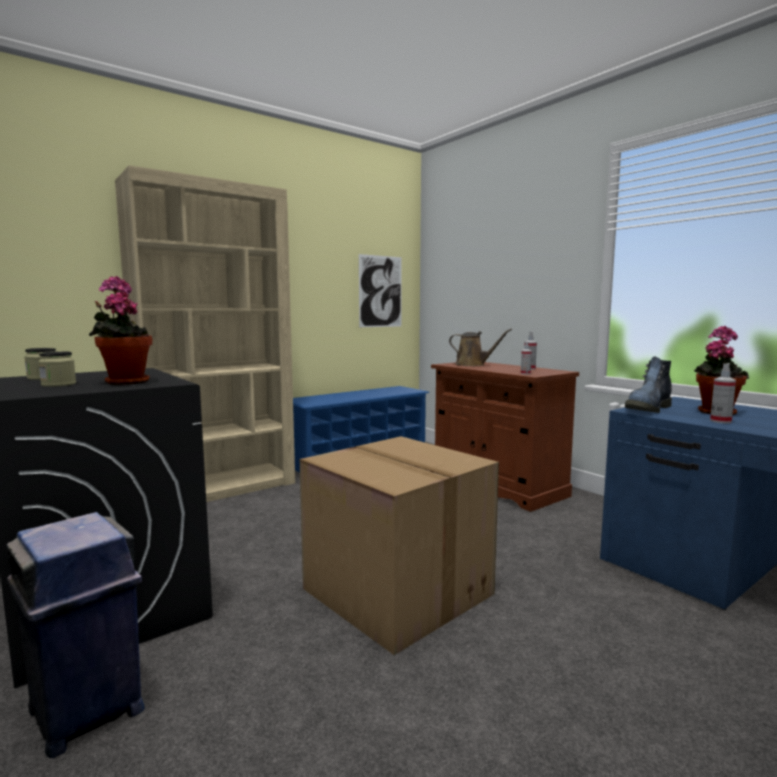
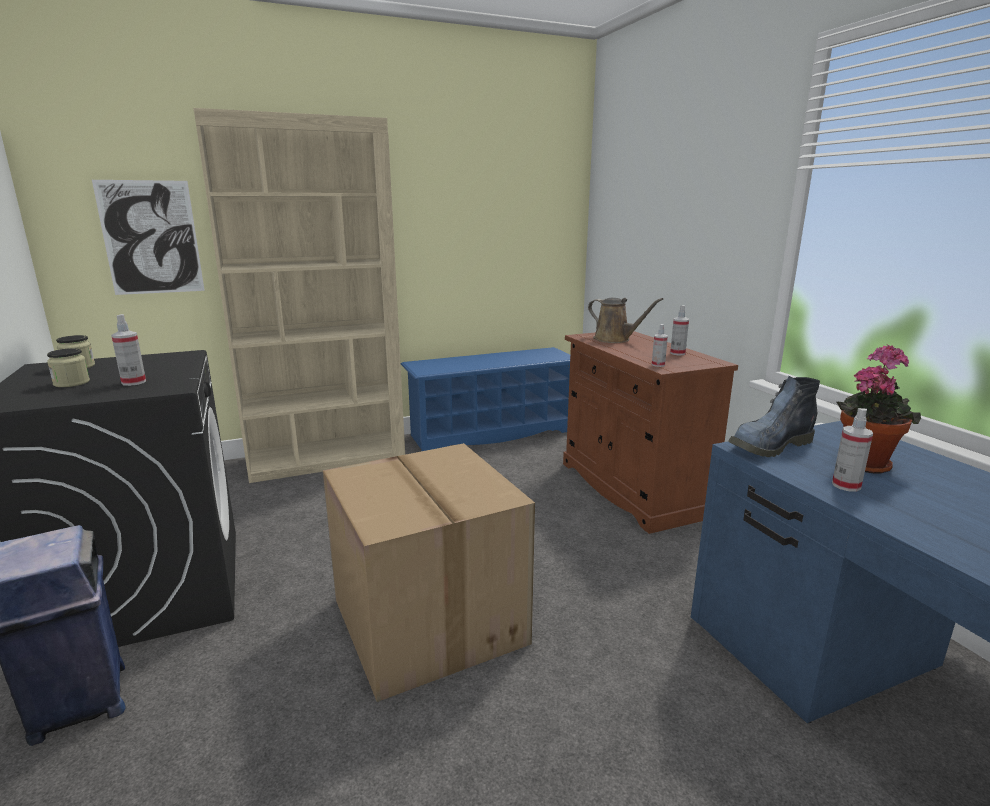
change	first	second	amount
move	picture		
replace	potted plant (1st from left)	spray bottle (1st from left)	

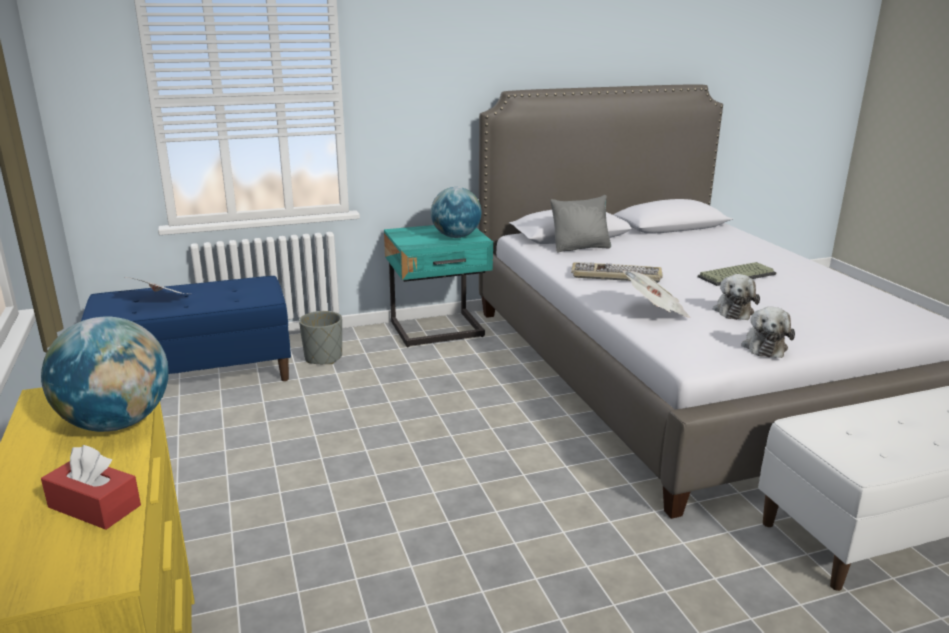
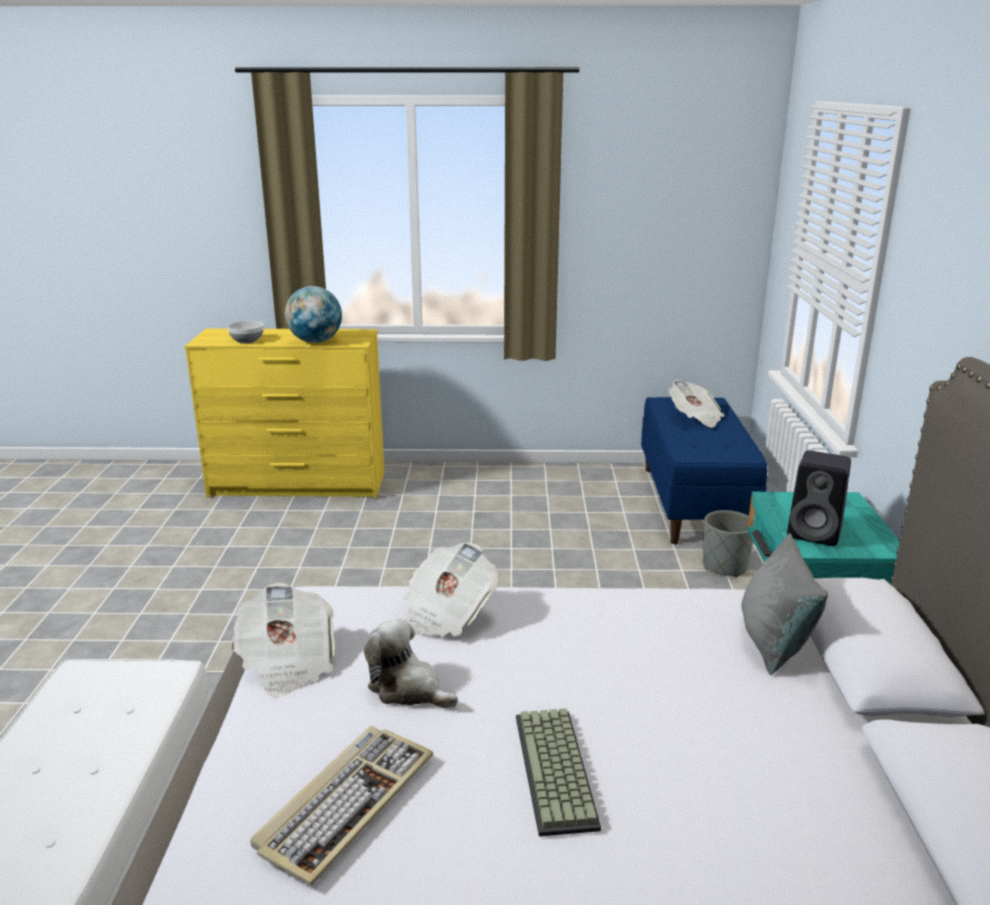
change	first	second	amount
move	keyboard (1st from left)		
replace	red tissue box	bowl	
replace	globe (2nd from left)	black speaker	
replace	plush toy (2nd from left)	newspaper (1st from left)	

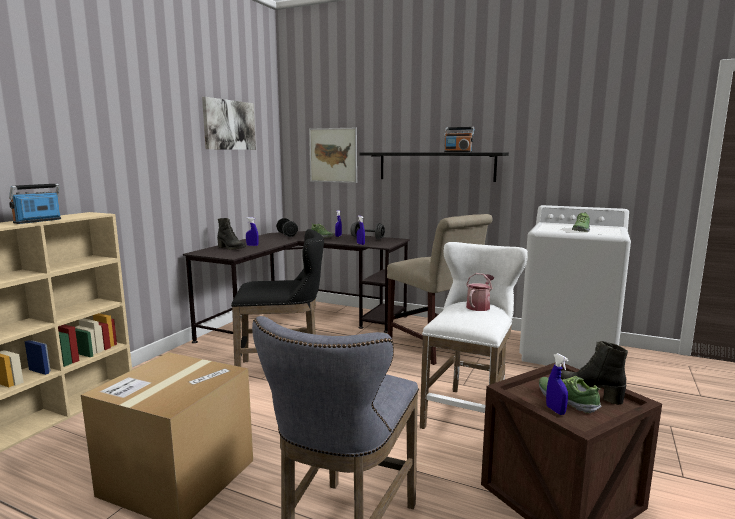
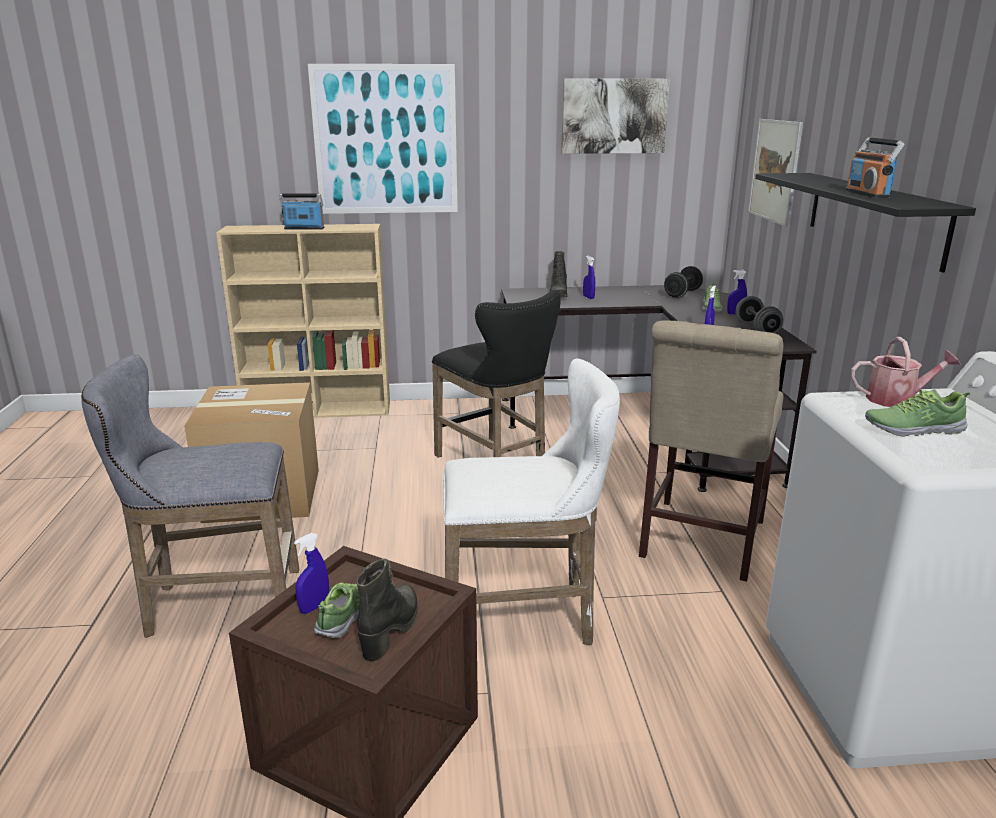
change	first	second	amount
insert		picture (1st from left)	
move	watering can		

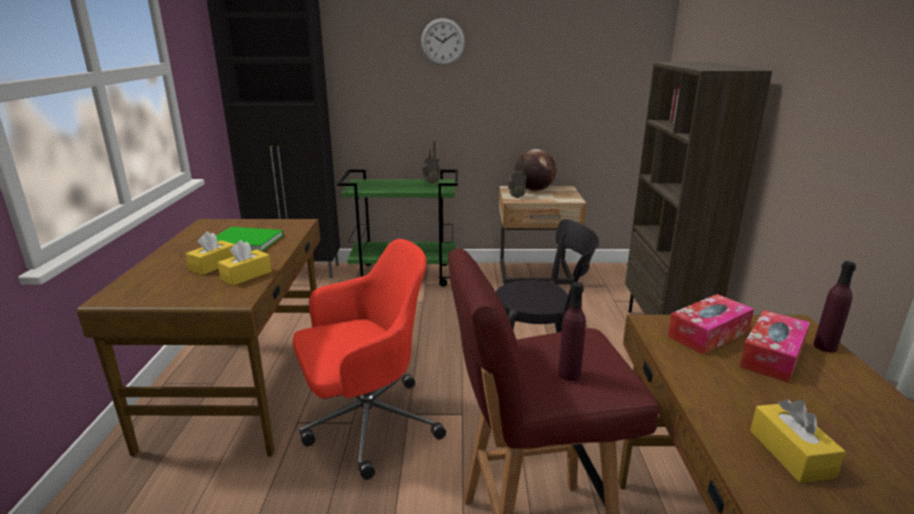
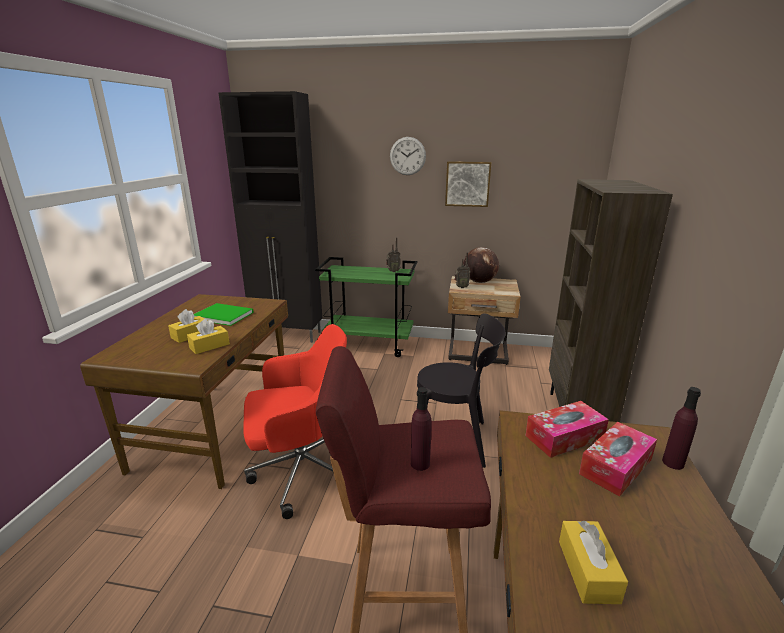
change	first	second	amount
insert		picture	

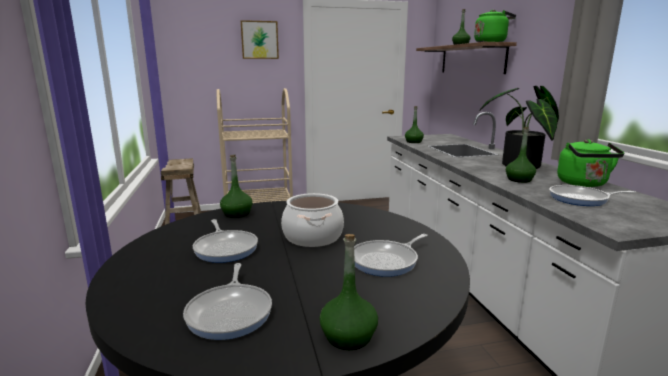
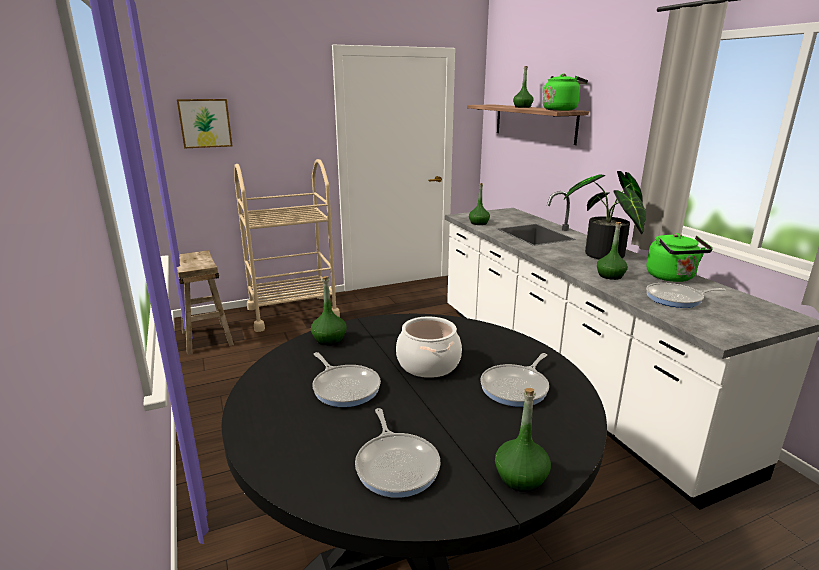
change	first	second	amount
move	picture		

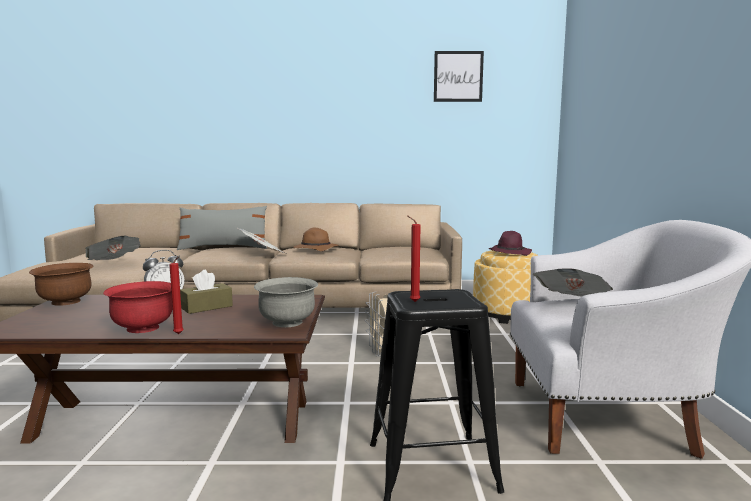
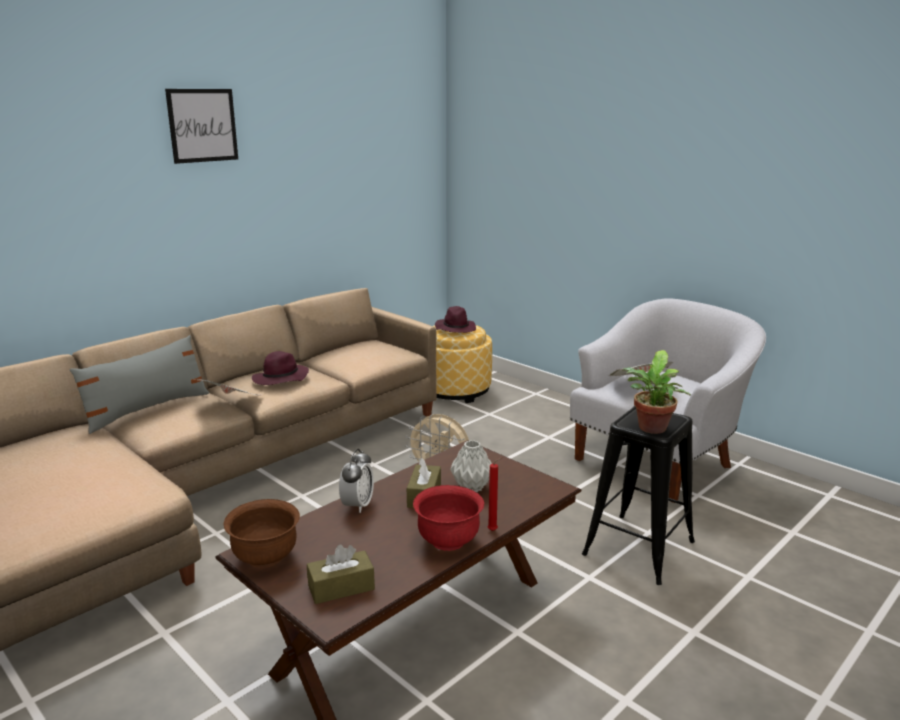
change	first	second	amount
delete	newspaper (1st from left)		
delete	grey bowl		
insert		brown tissue box (1st from left)	
insert		grey vase	
move	picture		
replace	red candle (2nd from left)	potted plant	
recolor	brown hat	purple hat (1st from left)	

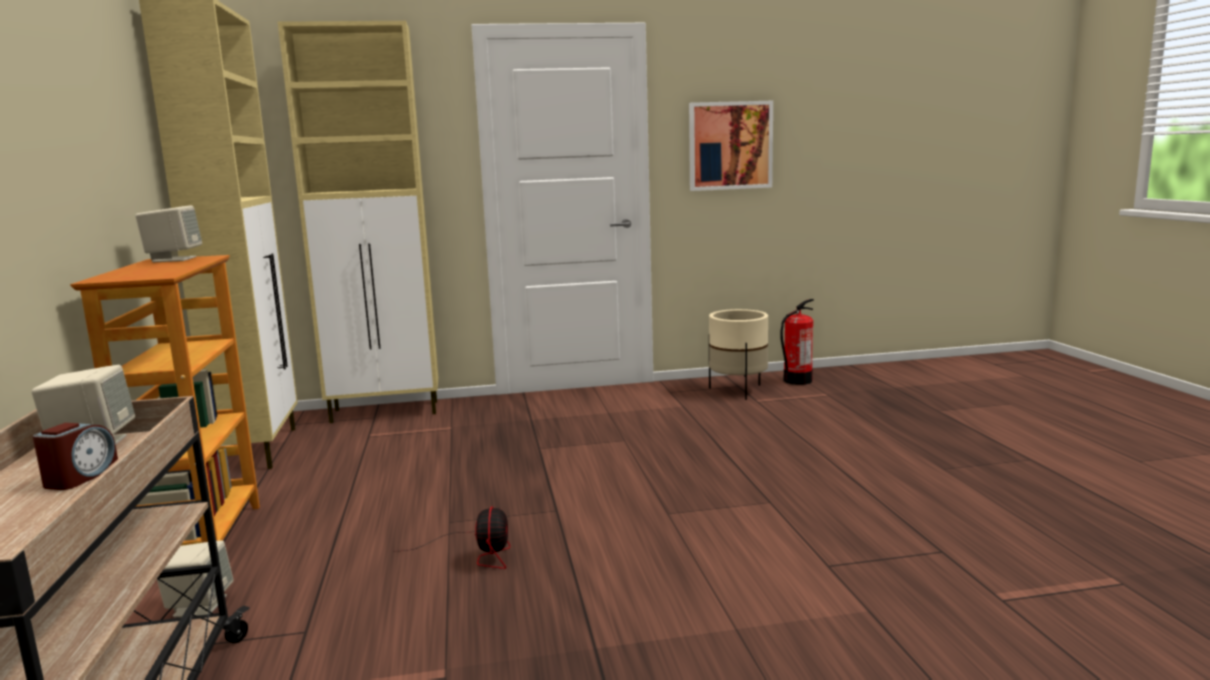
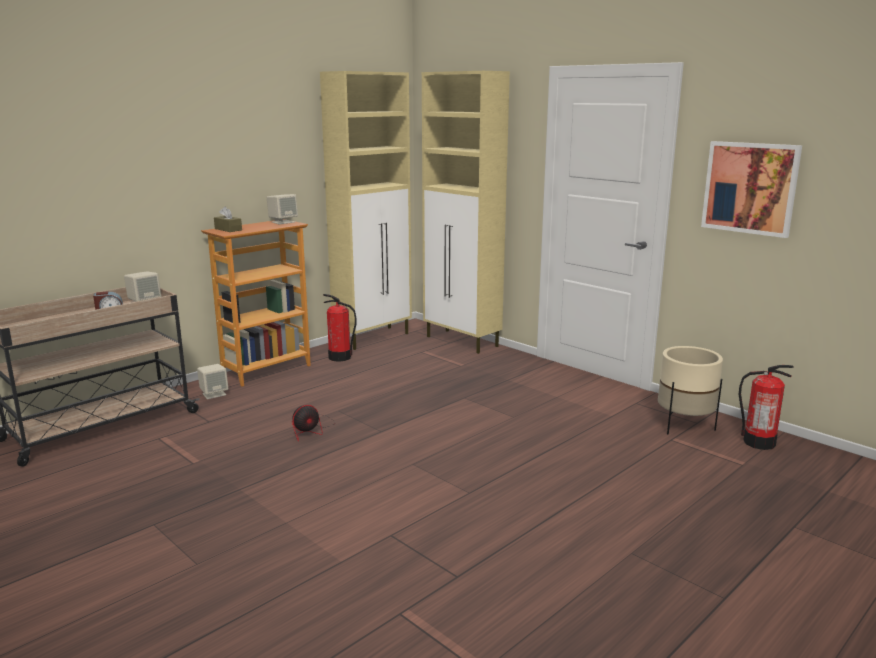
change	first	second	amount
insert		brown tissue box	
insert		fire extinguisher (1st from left)	

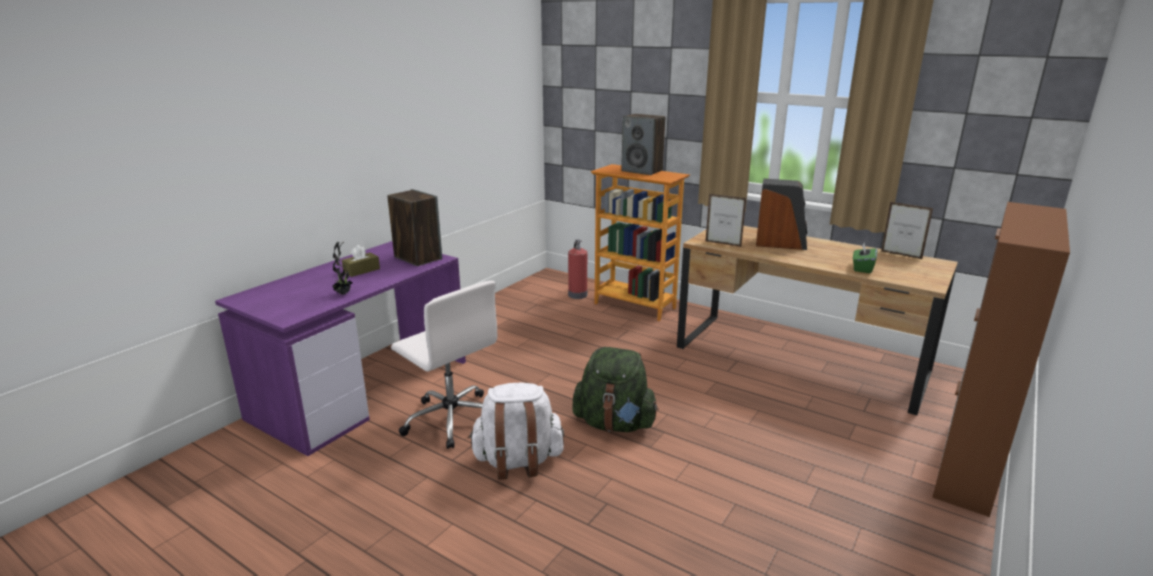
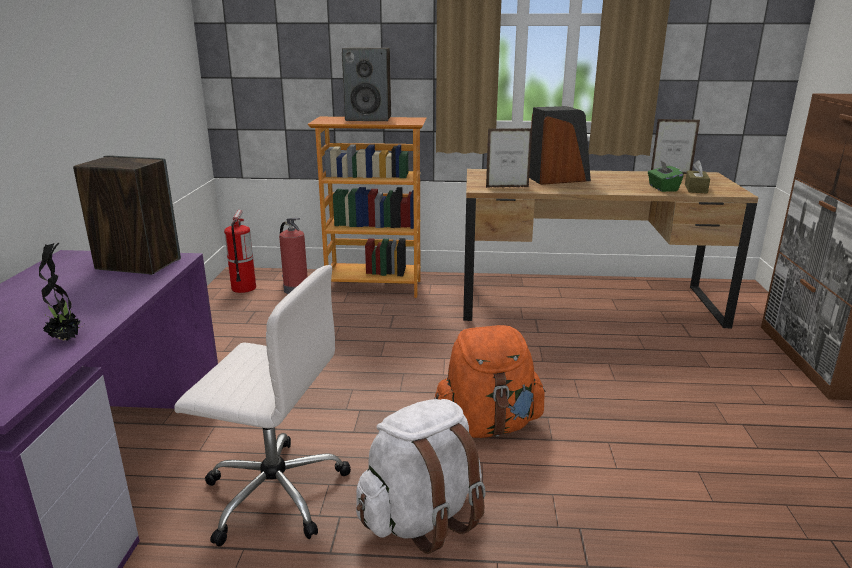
change	first	second	amount
insert		fire extinguisher (1st from left)	
move	brown tissue box		
recolor	green backpack	orange backpack	

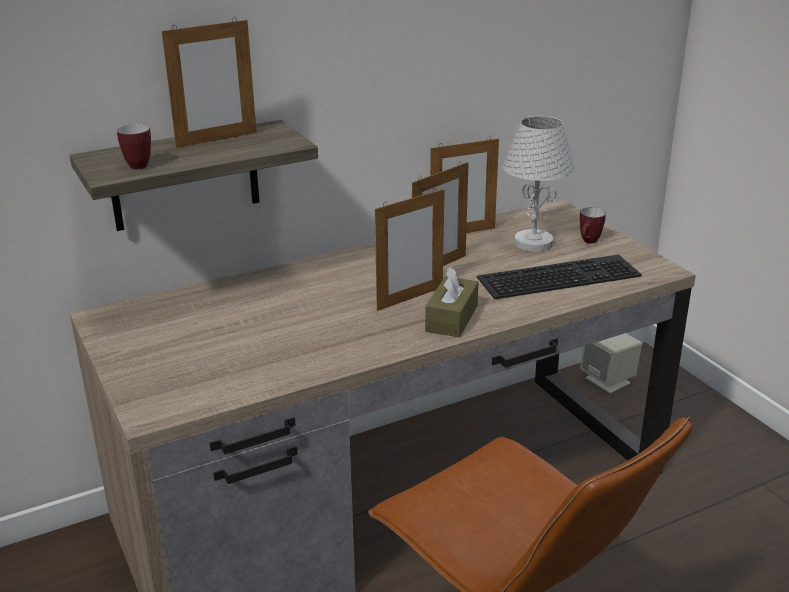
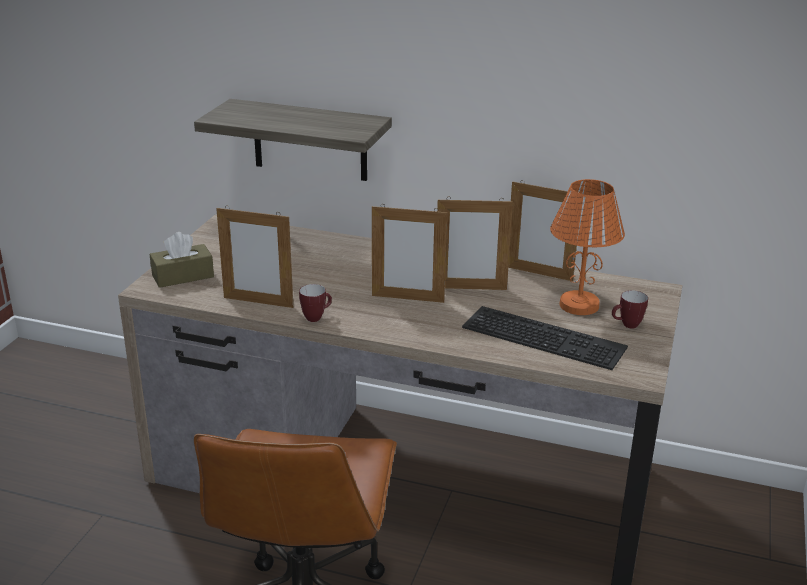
change	first	second	amount
delete	beige speaker		
move	mug (1st from left)		
move	picture frame (1st from left)		
move	brown tissue box		
recolor	white table lamp	orange table lamp	

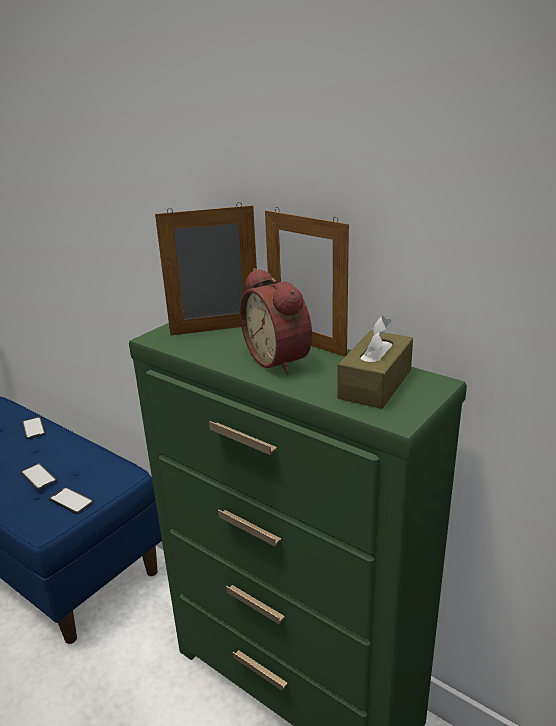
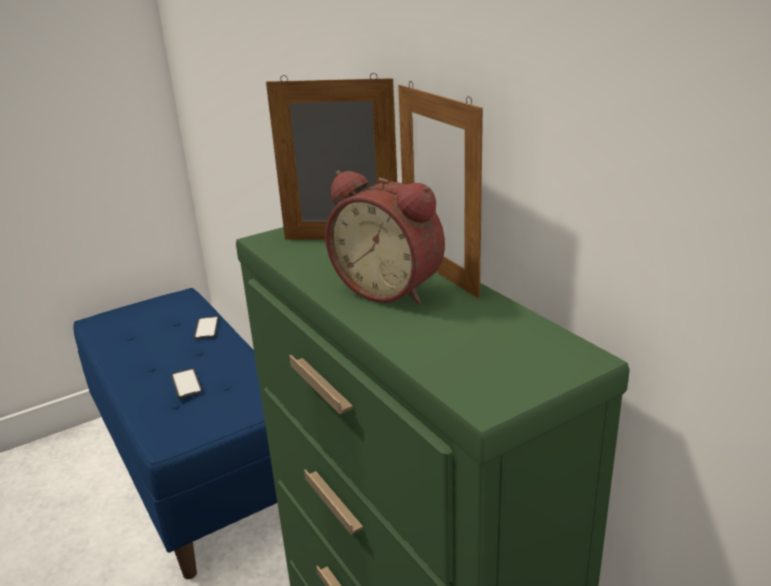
change	first	second	amount
delete	phone (3rd from left)		
delete	brown tissue box		
rotate	alarm clock		45 degrees counterclockwise

